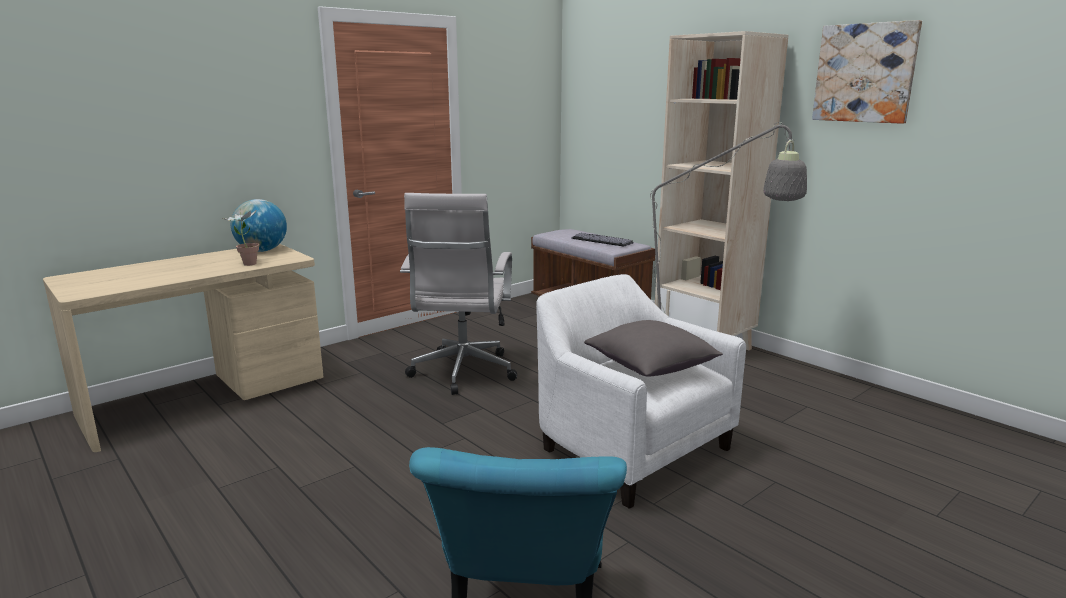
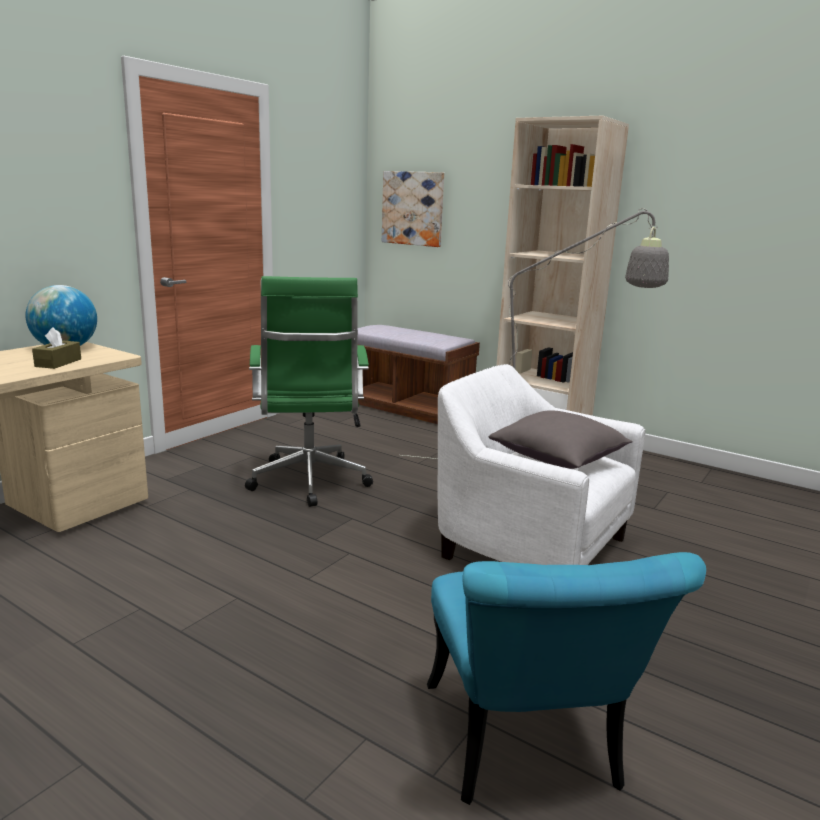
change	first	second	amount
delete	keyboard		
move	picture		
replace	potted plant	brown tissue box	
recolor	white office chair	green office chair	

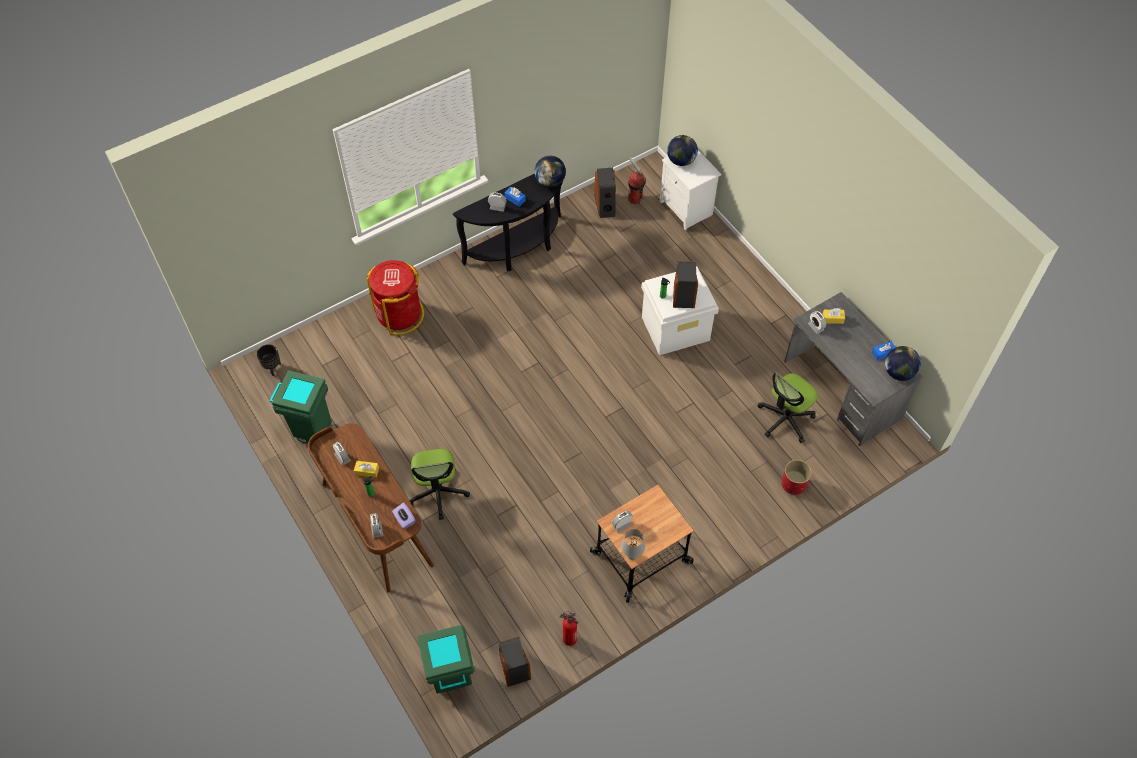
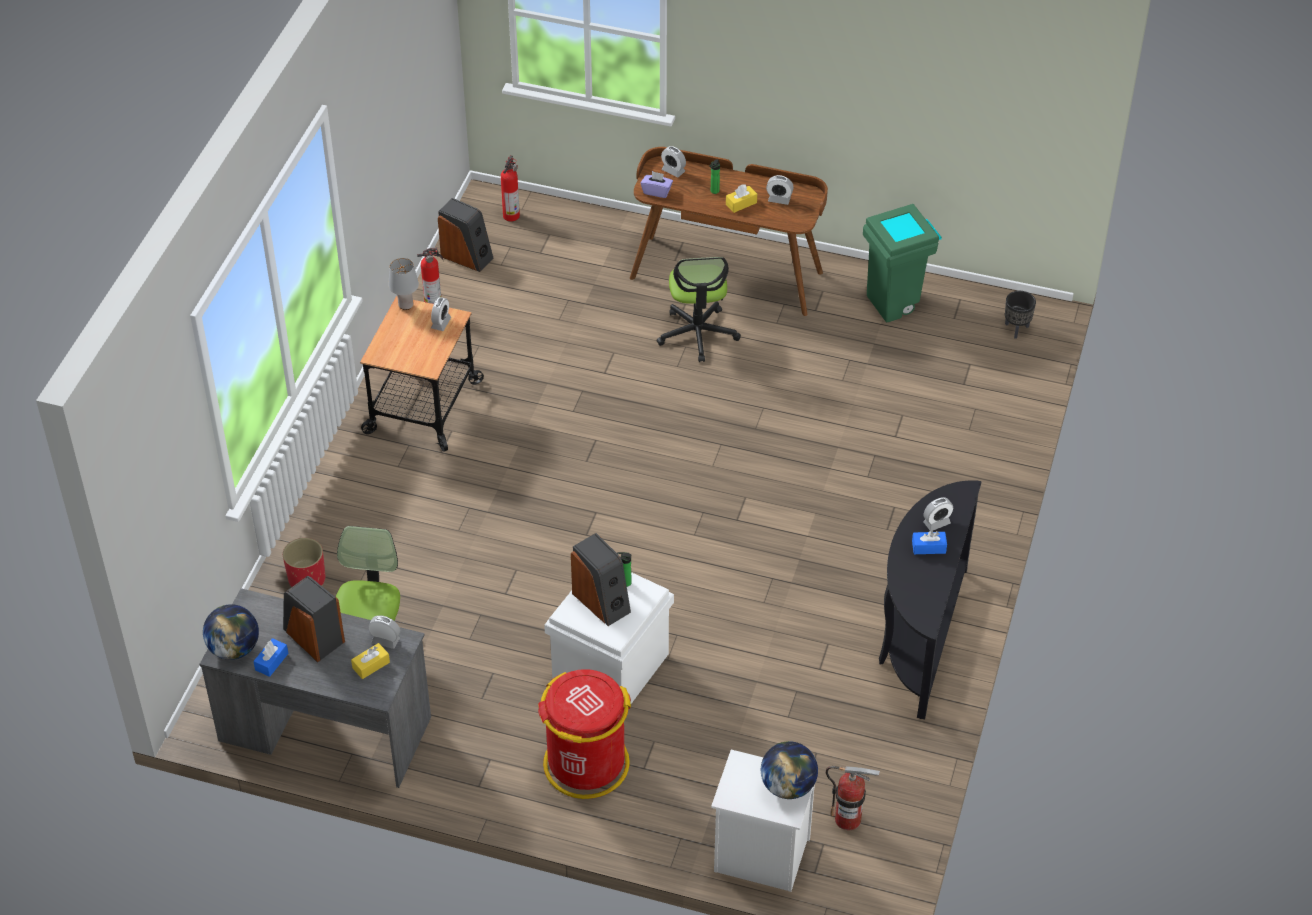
change	first	second	amount
delete	globe (1st from left)		
move	red trash can		
move	speaker (2nd from left in the first image)	speaker (1st from left)	
replace	green trash can (2nd from left)	fire extinguisher (2nd from left)	
rotate	office chair (1st from left in the first image)	office chair (2nd from left)	135 degrees counterclockwise

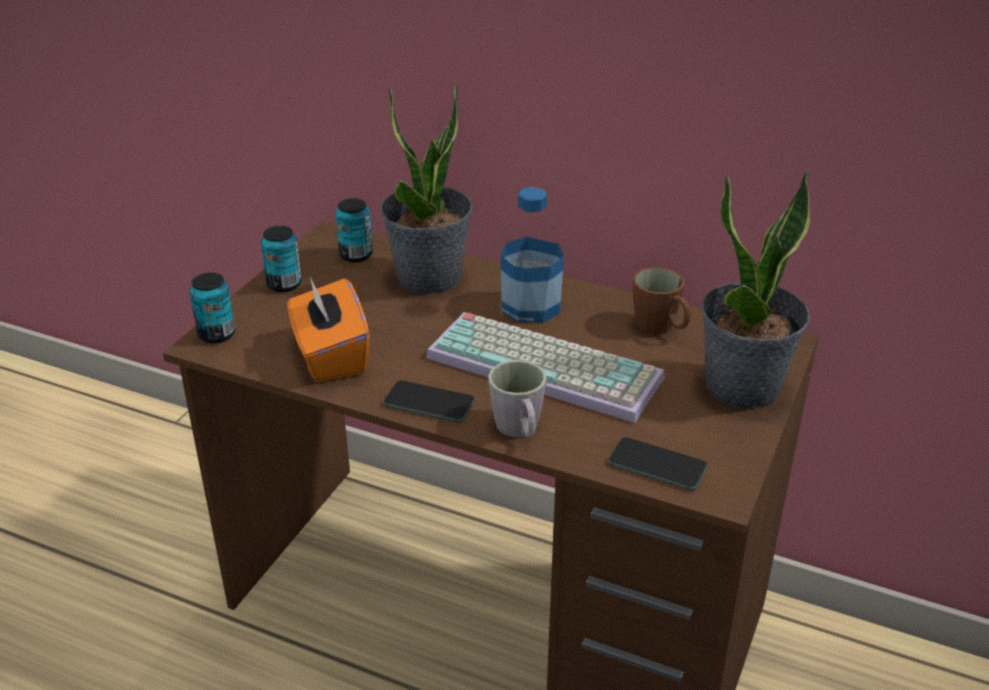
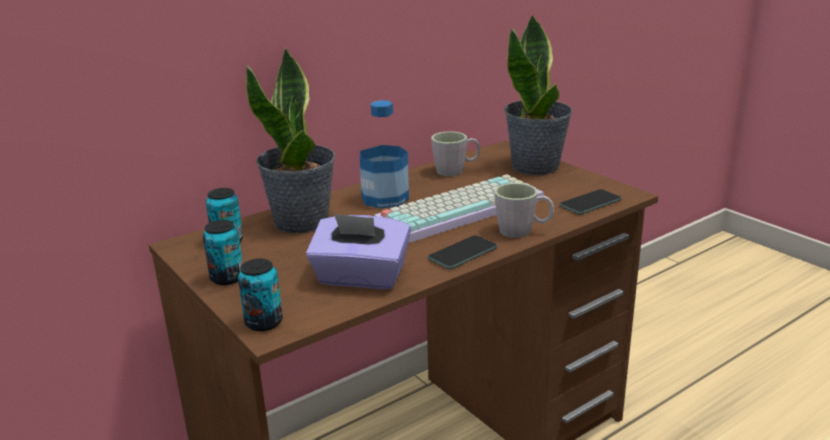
change	first	second	amount
recolor	orange tissue box	purple tissue box	
recolor	brown mug	grey mug (1st from left)	

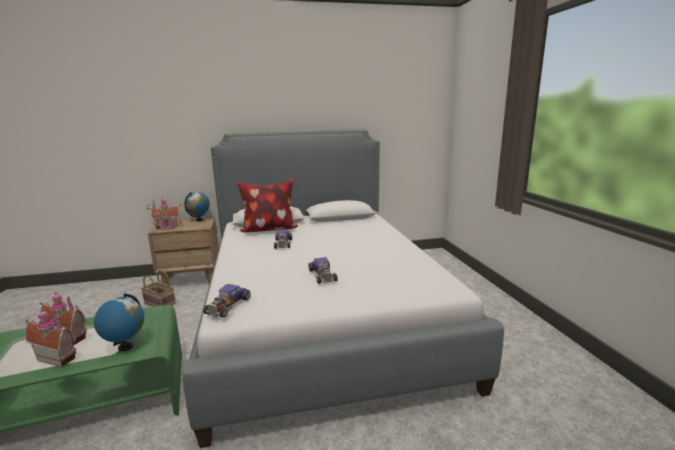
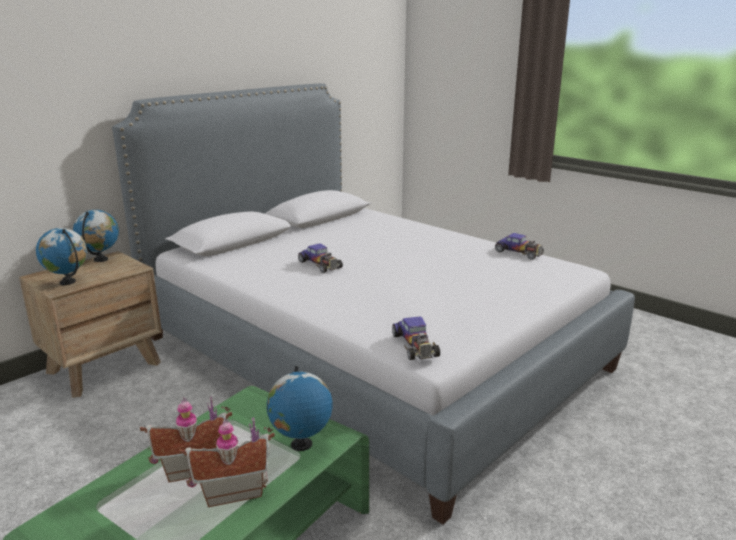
change	first	second	amount
delete	basket		
delete	pillow		
move	toy car (3rd from left)		
replace	toy house (3rd from left)	globe (1st from left)	

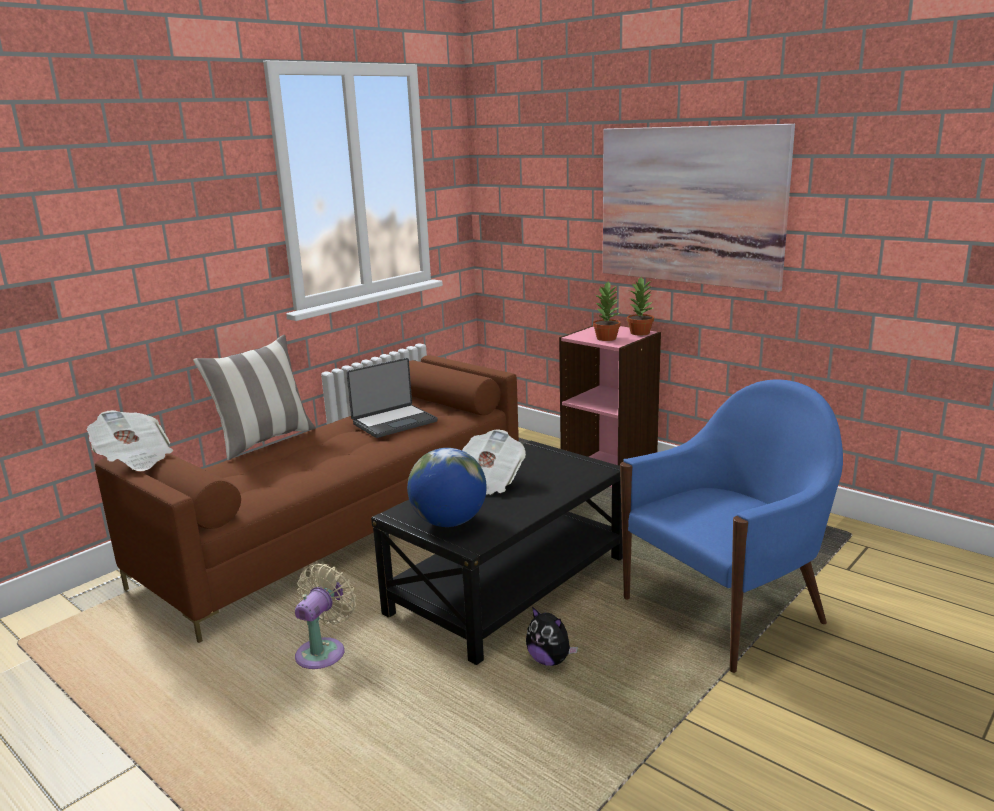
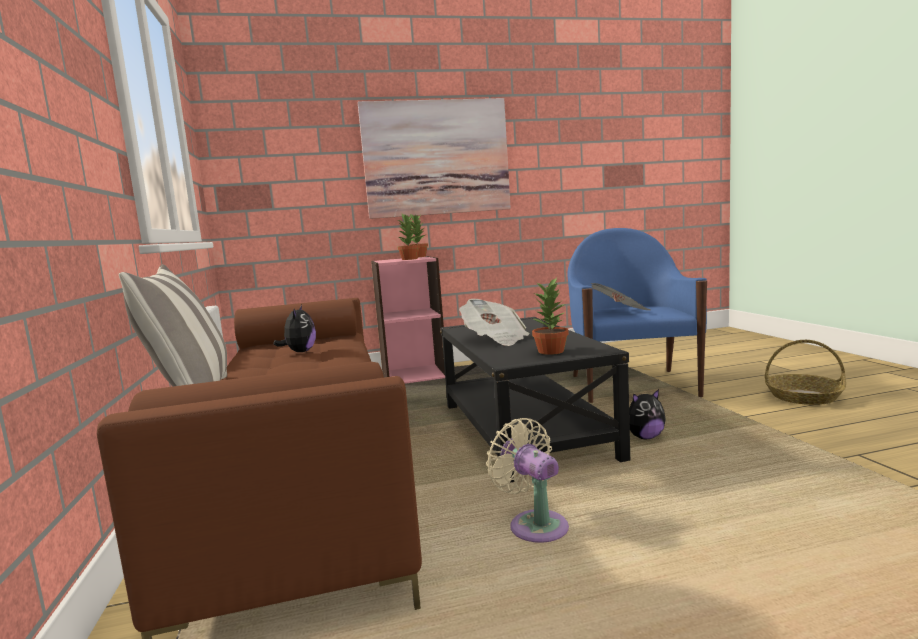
change	first	second	amount
insert		basket	
move	newspaper (1st from left in the first image)	newspaper (2nd from left)	
replace	laptop	plush toy (1st from left)	
replace	globe	potted plant (3rd from left)	

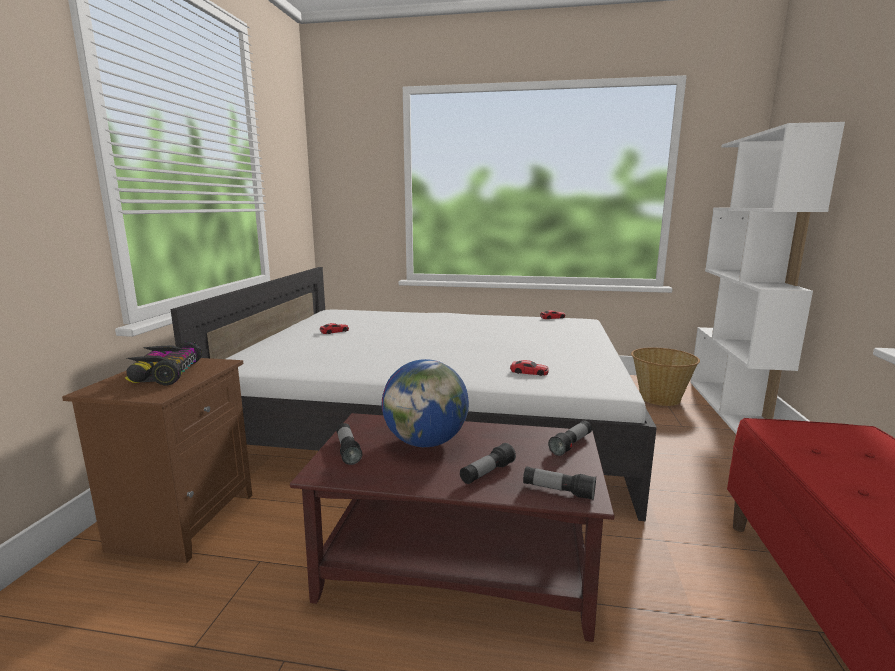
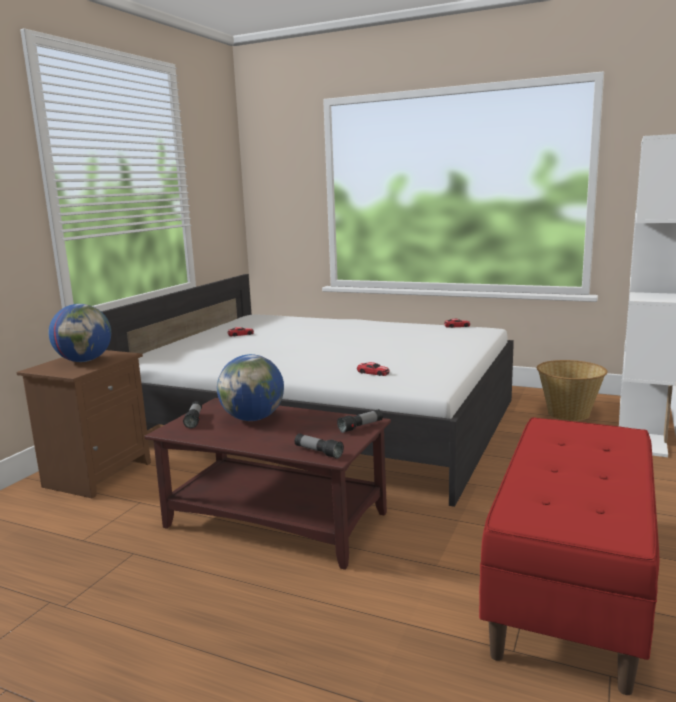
change	first	second	amount
delete	flashlight (2nd from left)		
replace	toy car (1st from left)	globe (1st from left)	

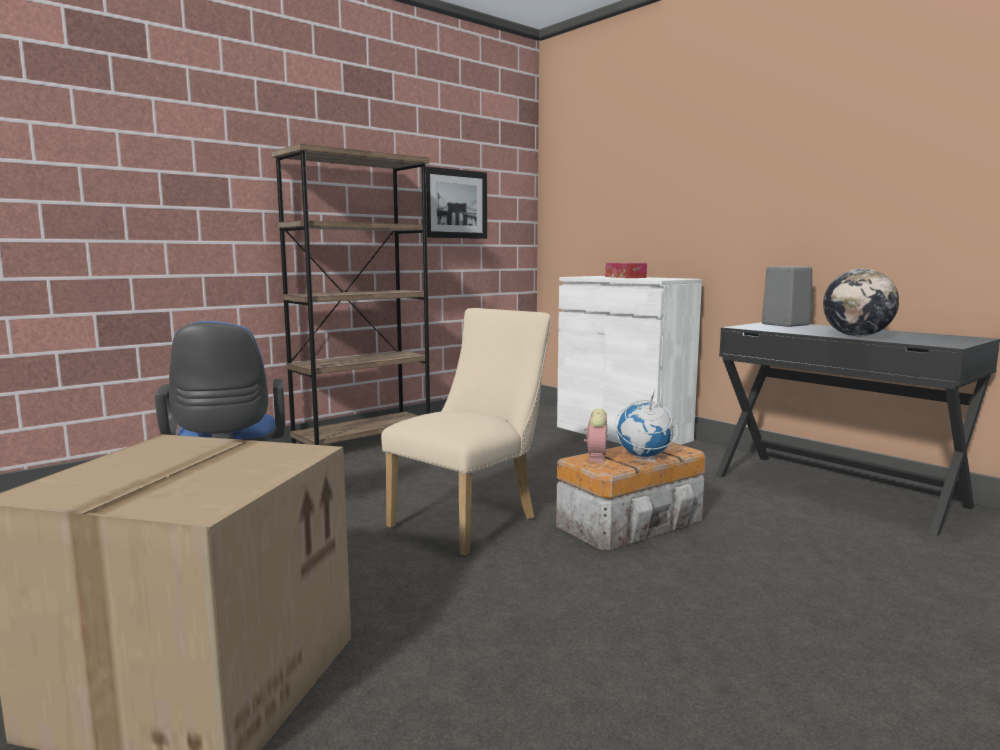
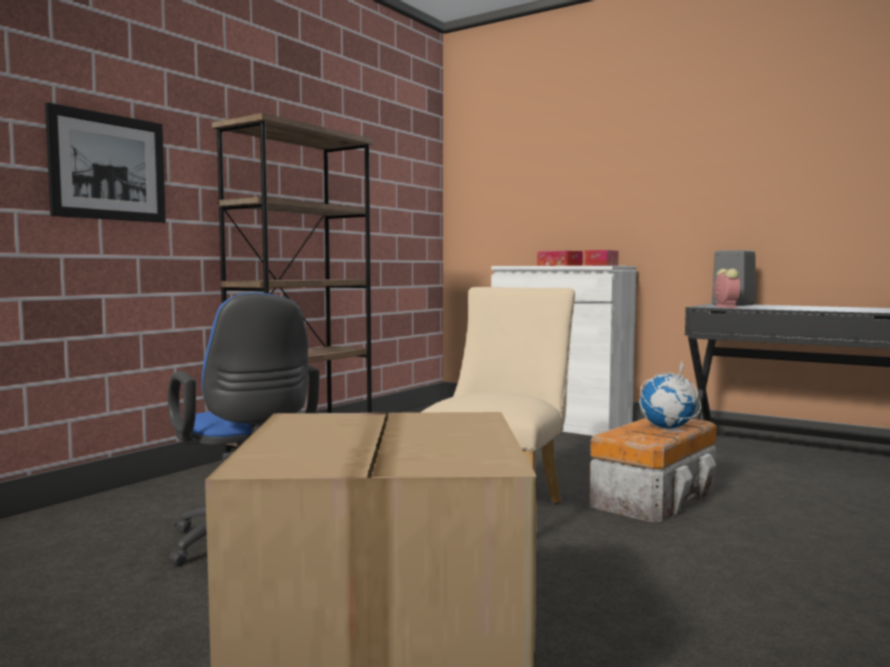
change	first	second	amount
delete	globe (2nd from left)		
insert		tissue box (2nd from left)	
move	picture		
move	alarm clock		

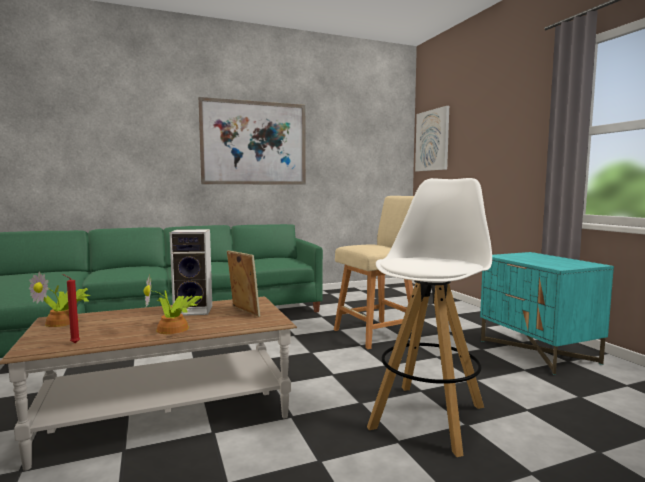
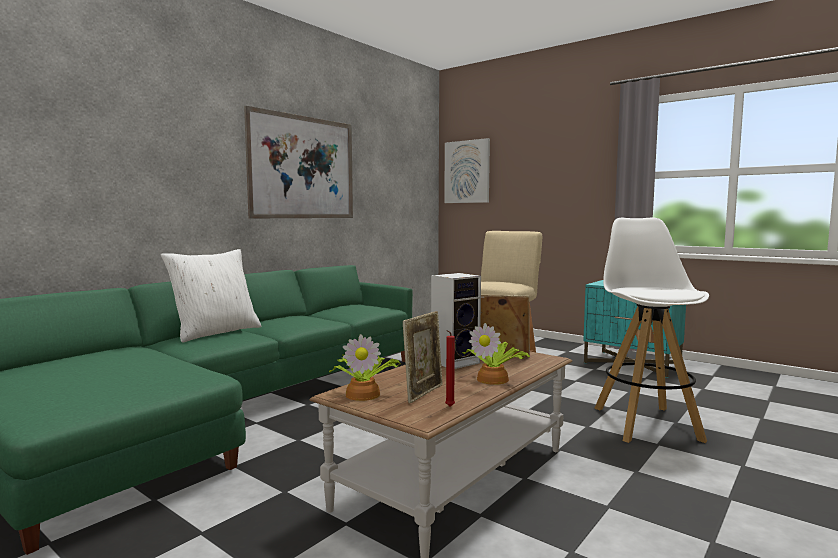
change	first	second	amount
insert		white pillow	
insert		picture frame (1st from left)	

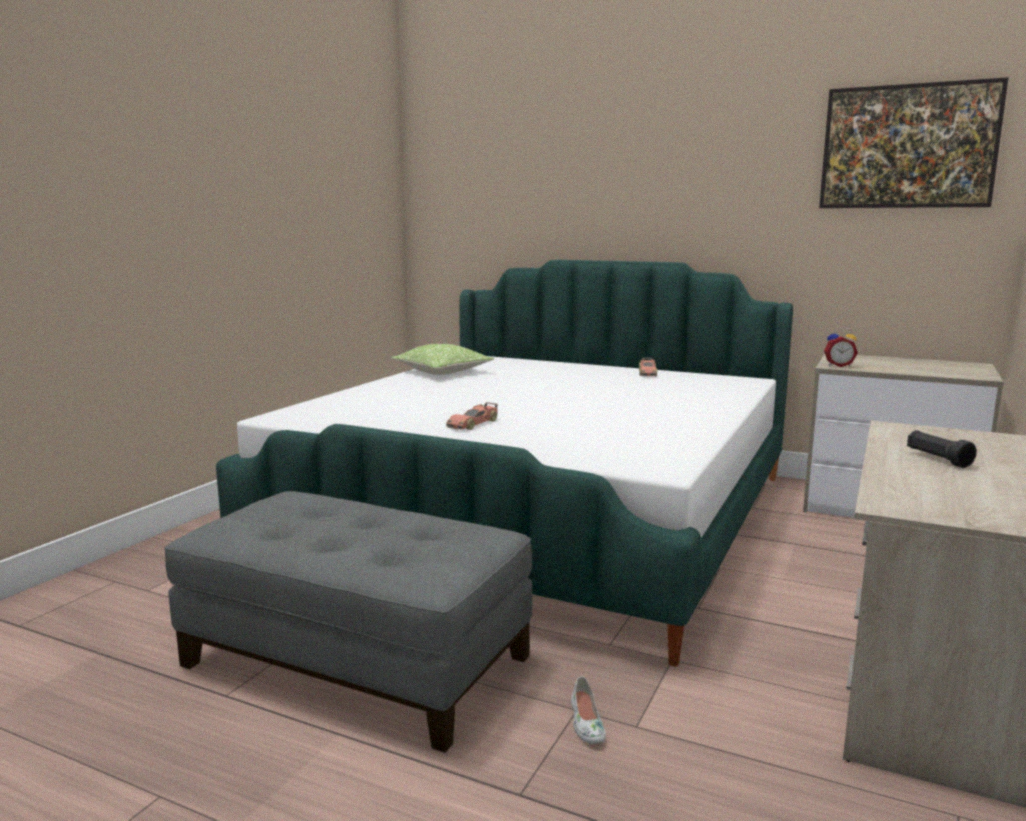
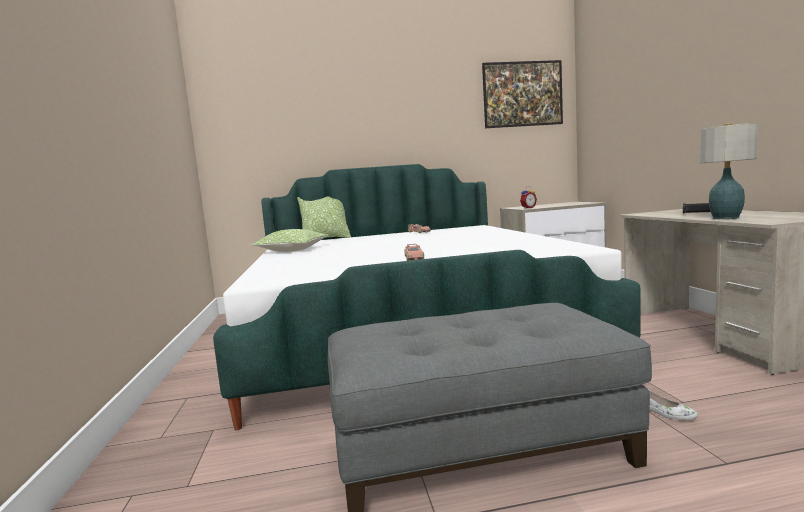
change	first	second	amount
insert		pillow (2nd from left)	
insert		table lamp	

